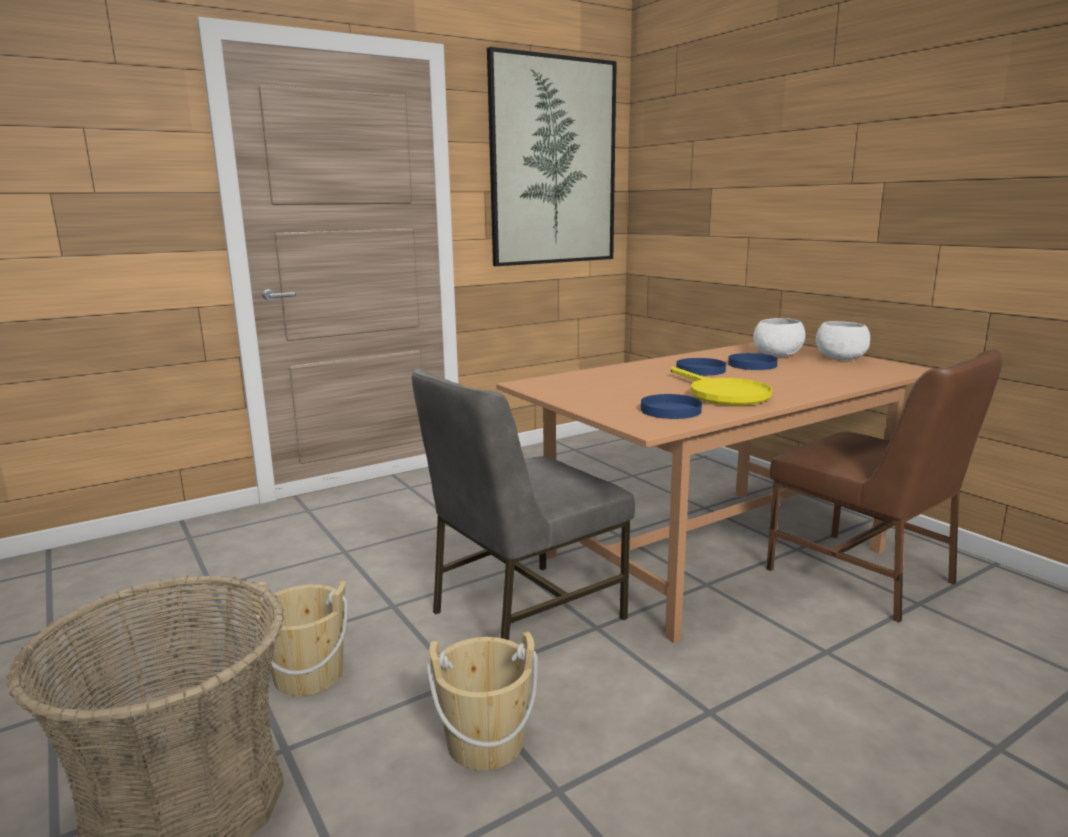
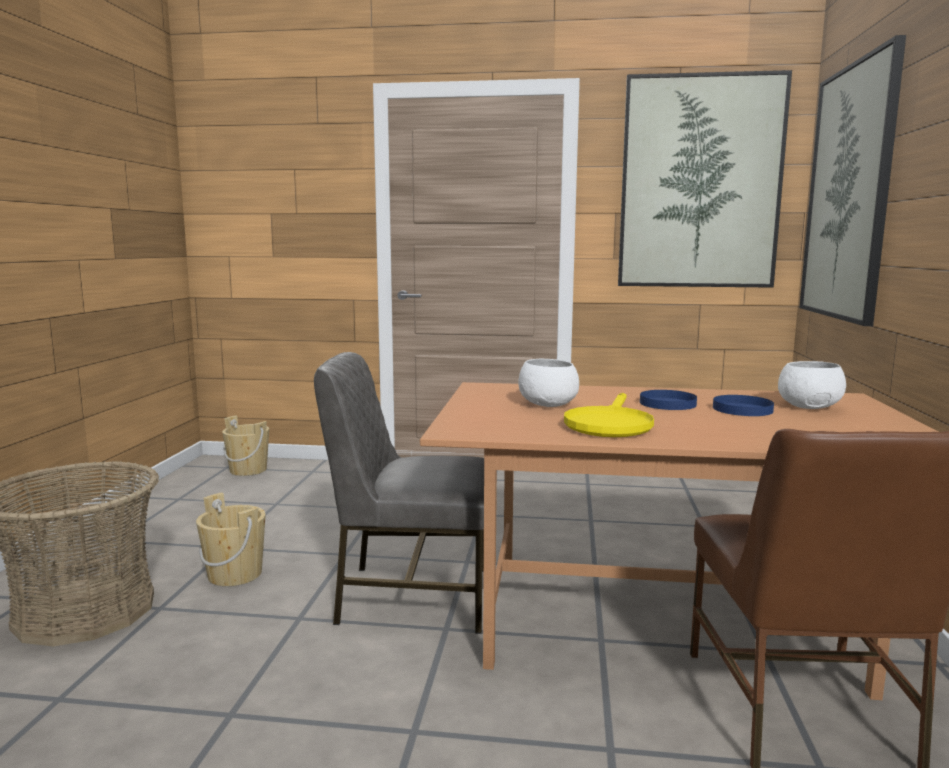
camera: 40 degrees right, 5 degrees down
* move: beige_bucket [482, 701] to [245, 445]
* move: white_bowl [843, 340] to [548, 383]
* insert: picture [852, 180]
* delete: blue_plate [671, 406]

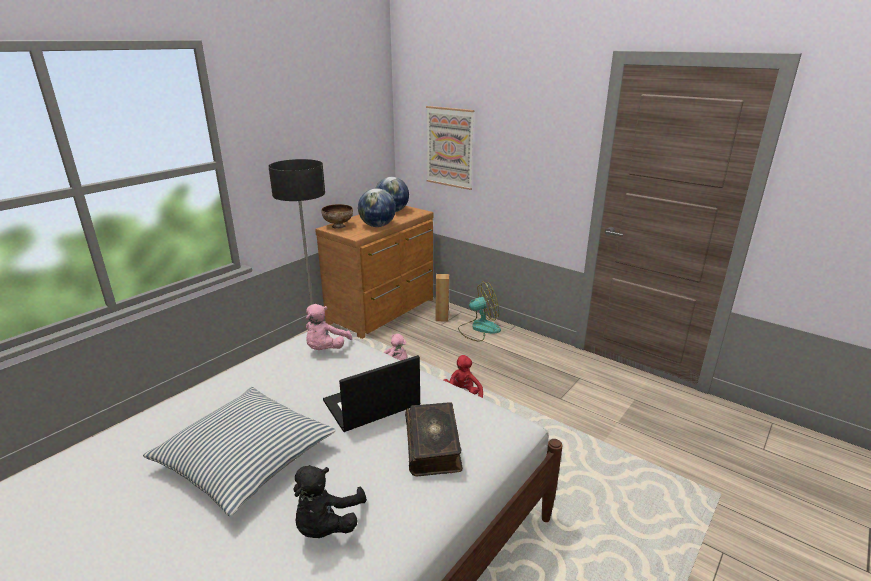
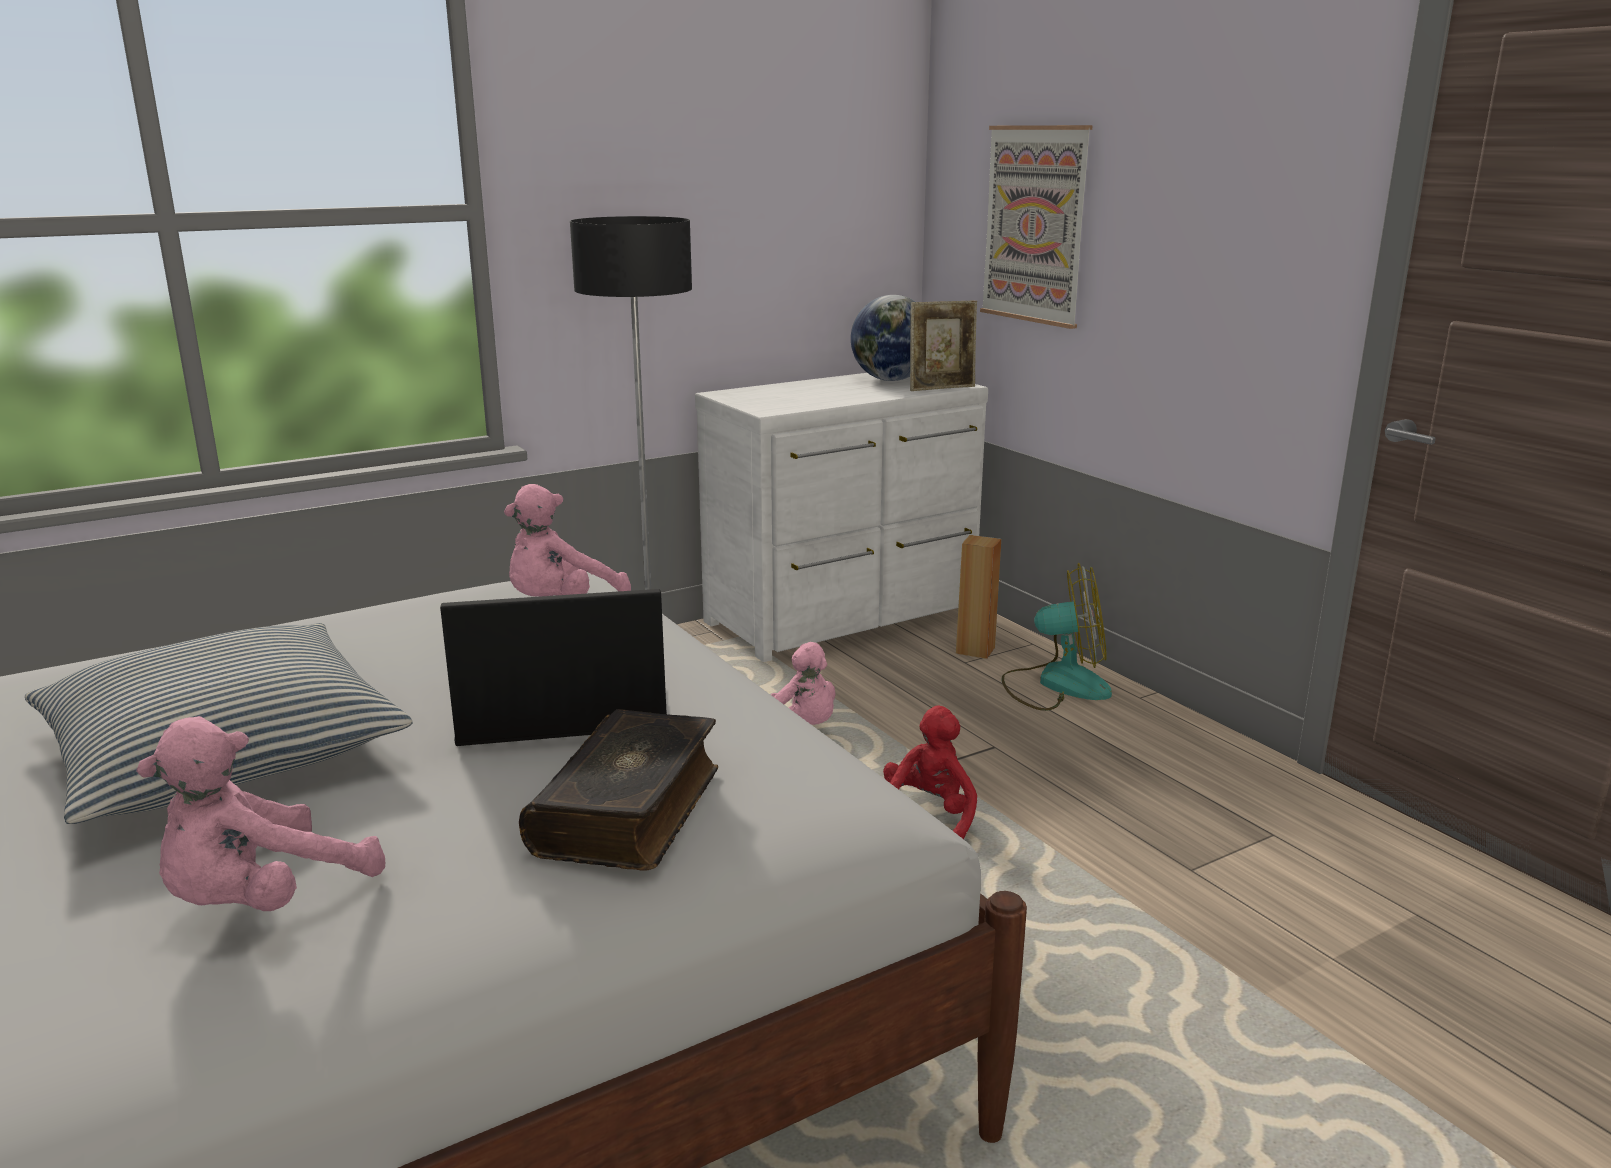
camera: 20 degrees right, 5 degrees down
* recolor: black_plush_toy [330, 501] to pink_plush_toy [260, 813]
* recolor: brown_dresser [374, 272] to white_dresser [841, 517]
* insert: picture_frame [943, 346]
* delete: bowl [337, 216]
* delete: globe [377, 207]

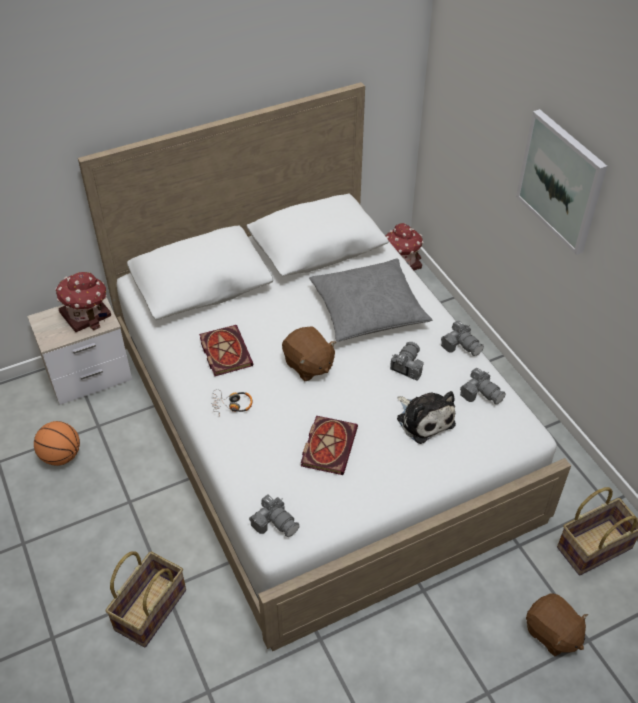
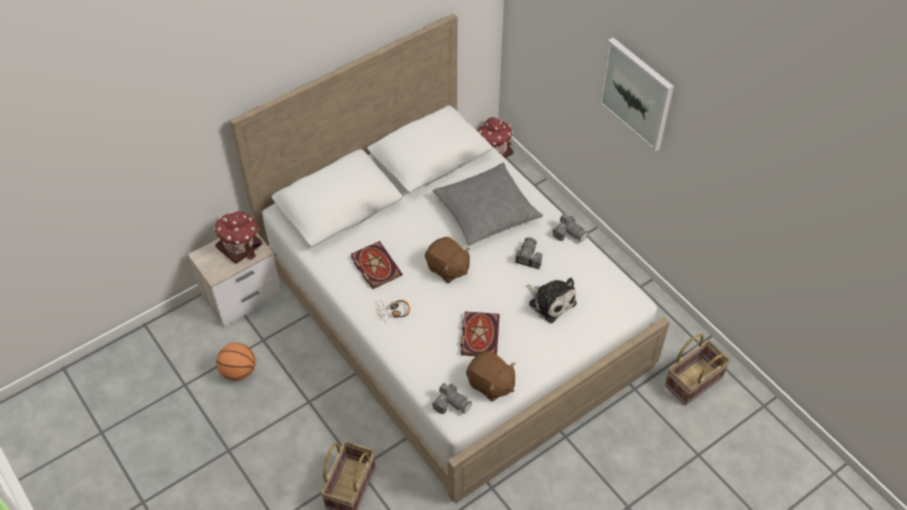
camera: 10 degrees left, 5 degrees up
* move: brown_plush_toy [557, 625] to [491, 376]
* delete: photo_camera [483, 385]

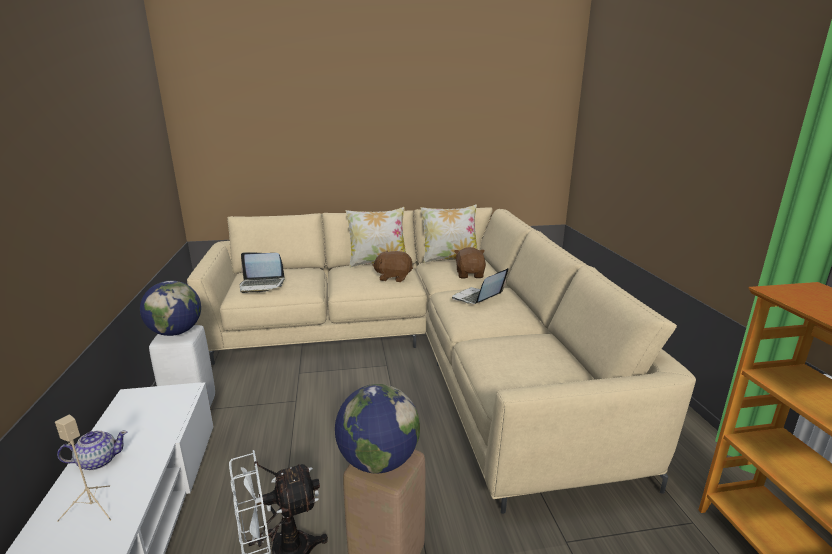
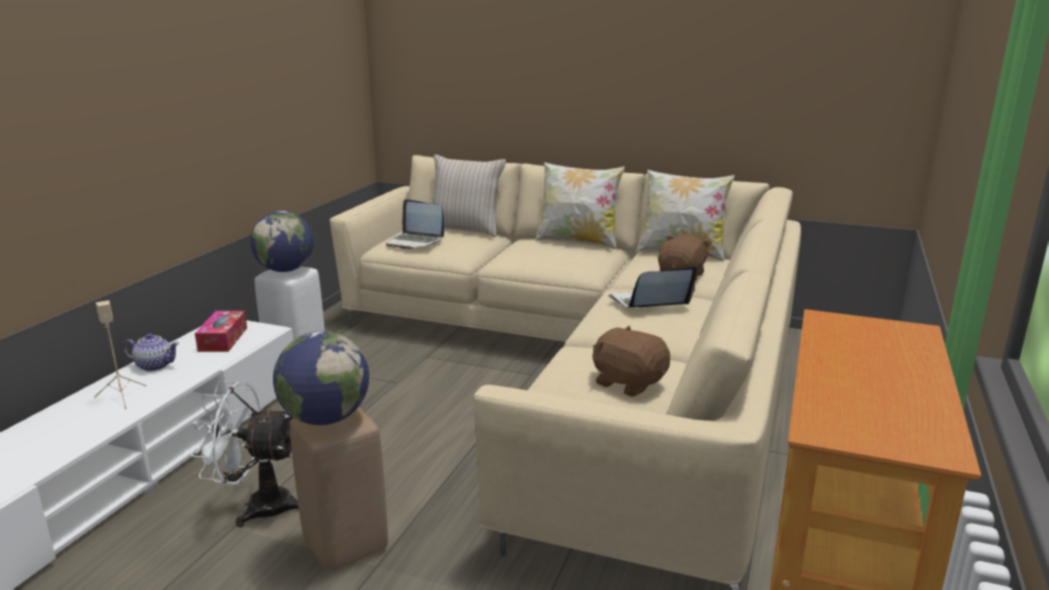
camera: 30 degrees right, 0 degrees up
* insert: tissue_box [221, 331]
* insert: beige_pillow [469, 195]
* move: brown_plush_toy [392, 266] to [631, 361]

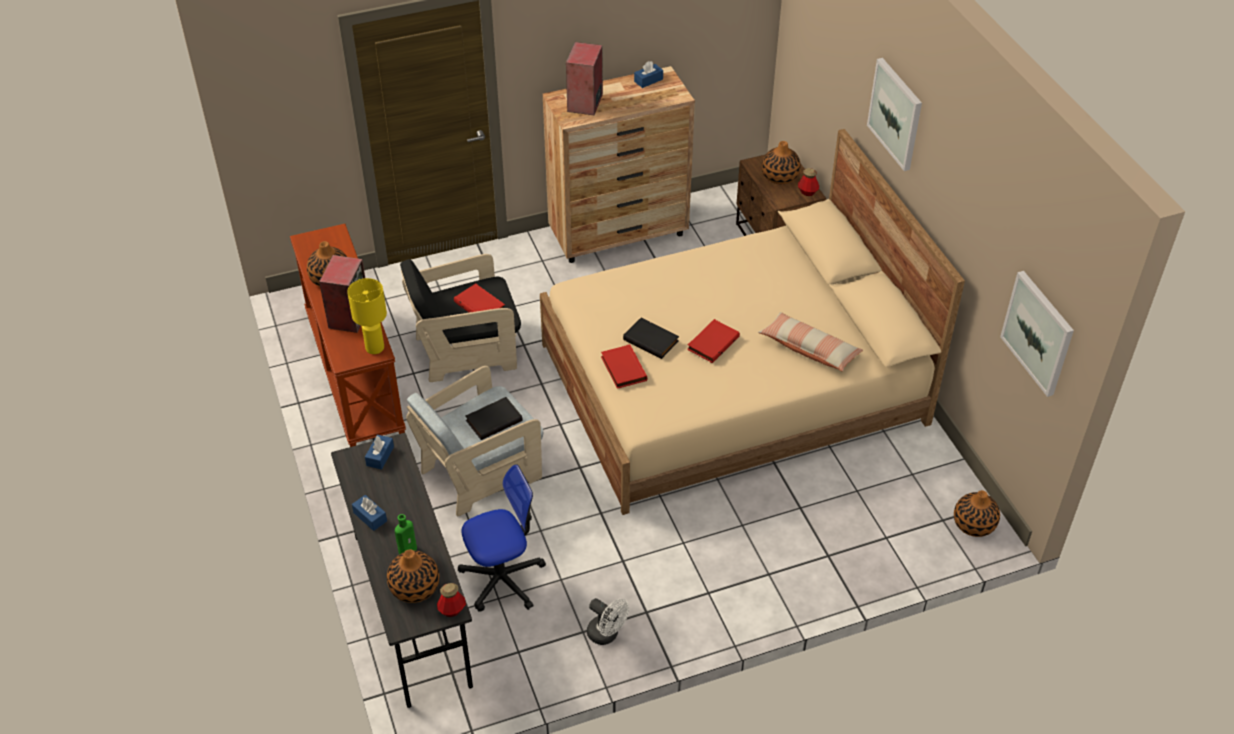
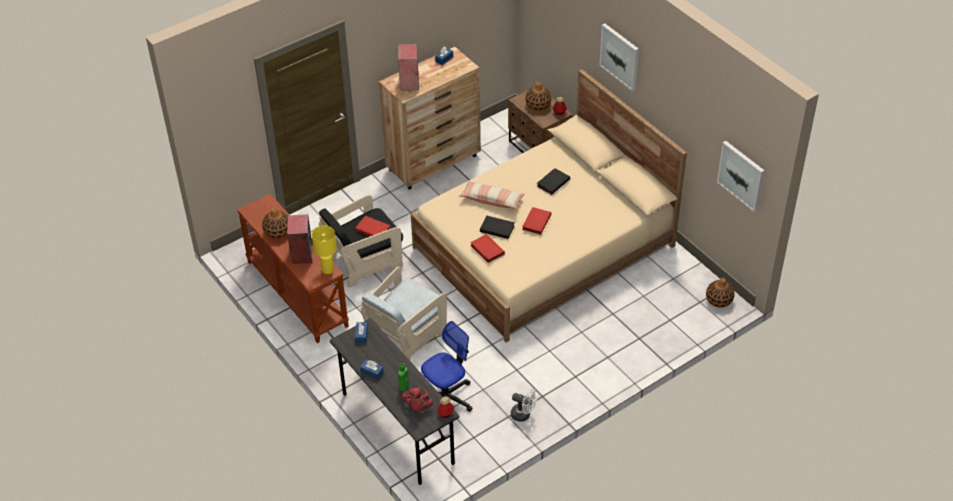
camera: 15 degrees left, 0 degrees up
* replace: vase [413, 576] to red_plush_toy [417, 399]
* move: pillow [810, 342] to [492, 195]
* move: black_book [494, 418] to [553, 181]

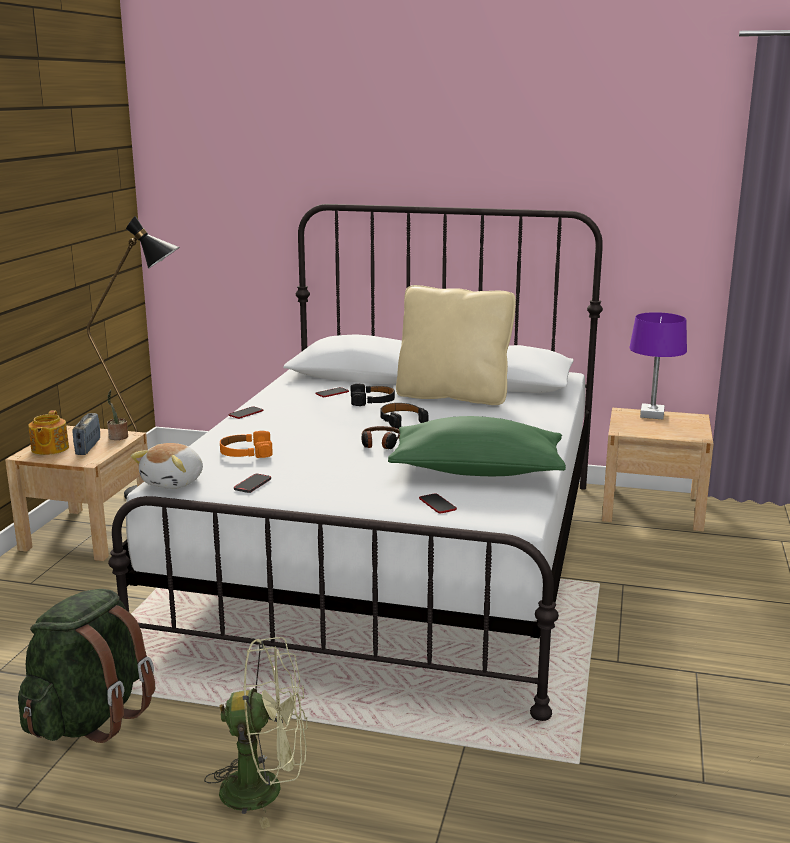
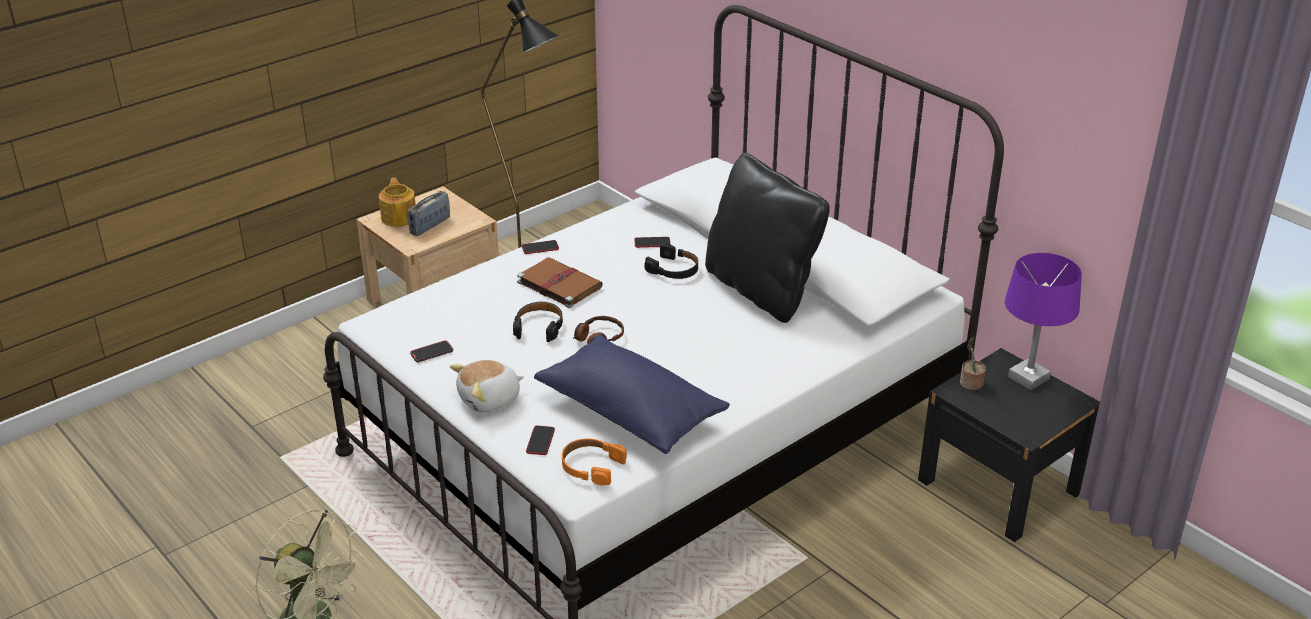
camera: 35 degrees right, 15 degrees up
* rotate: teapot [48, 433] = [397, 202] 135 degrees clockwise
* move: plush_toy [167, 466] to [487, 386]
* move: black_headphones [404, 416] to [538, 322]
* insert: brown_book [560, 282]
* recolor: green_pillow [477, 446] to blue_pillow [632, 394]
* move: orange_headphones [246, 444] to [594, 462]
* recolor: beige_pillow [456, 345] to black_pillow [767, 238]
* recolor: beige_nightstand [658, 469] to black_nightstand [1009, 445]
* move: potted_plant [117, 415] to [973, 363]
* delete: green_backpack [86, 666]

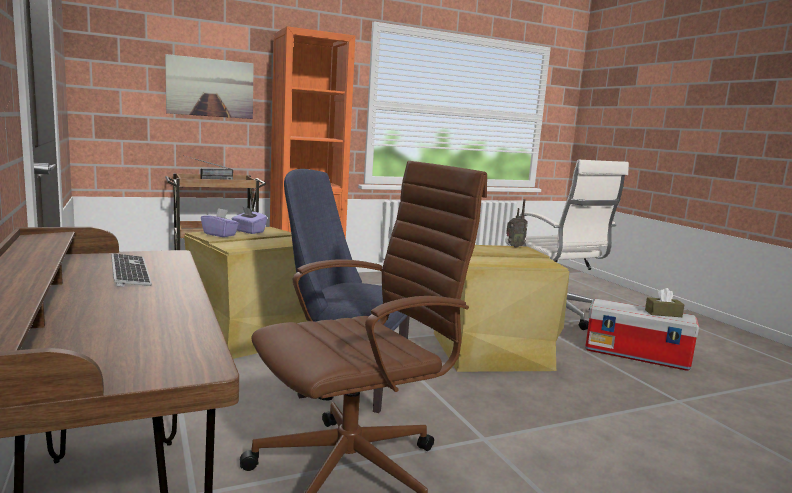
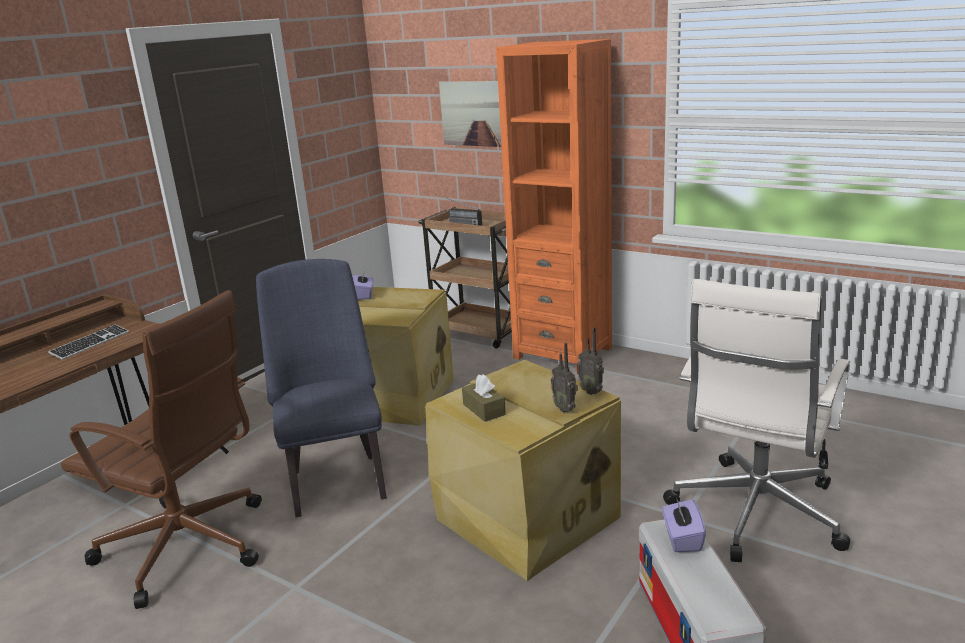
camera: 60 degrees right, 10 degrees up
* move: brown_tissue_box [664, 302] to [484, 398]
* insert: radio [564, 378]
* move: purple_tissue_box [249, 220] to [684, 524]

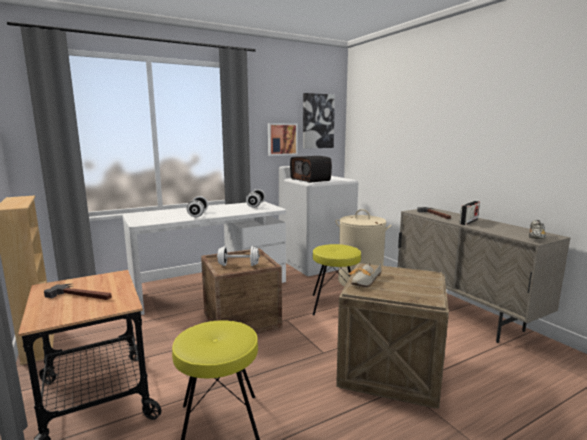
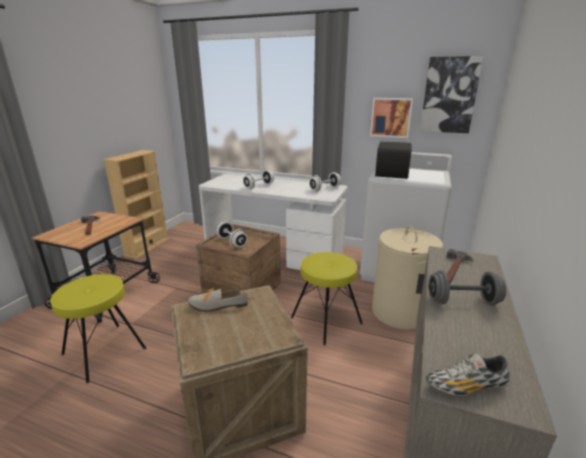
camera: 50 degrees right, 10 degrees up
* replace: radio [469, 213] to grey_dumbbell [467, 288]

